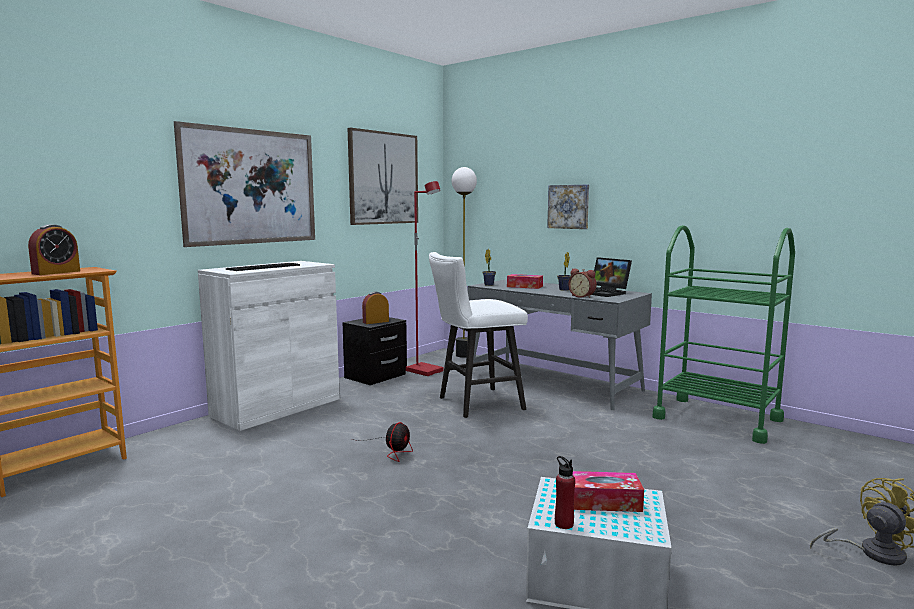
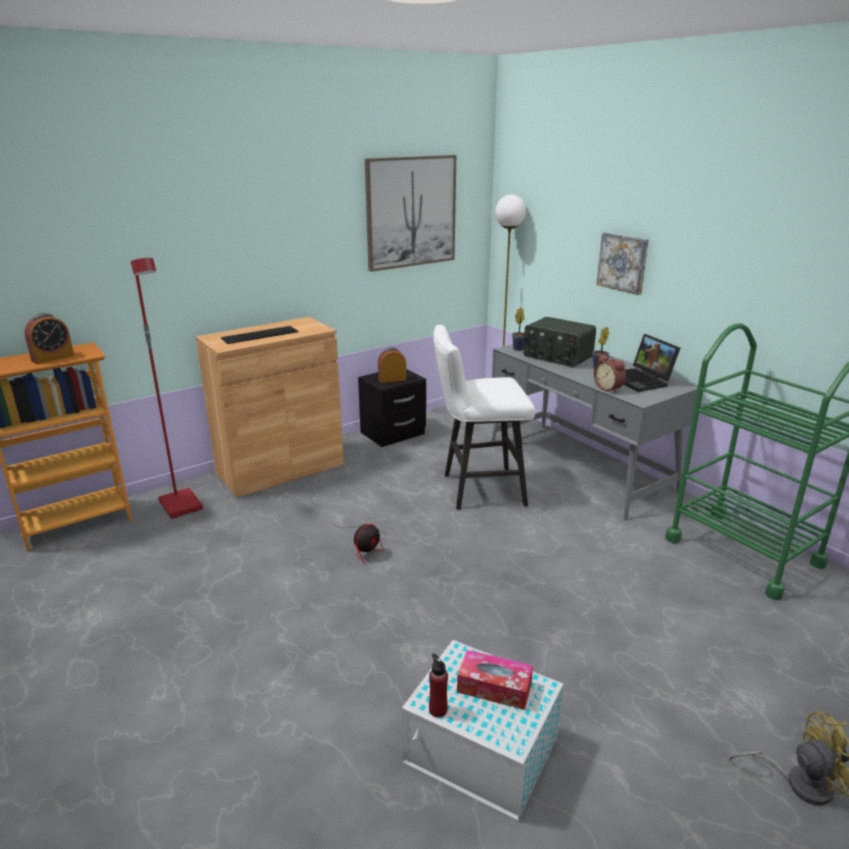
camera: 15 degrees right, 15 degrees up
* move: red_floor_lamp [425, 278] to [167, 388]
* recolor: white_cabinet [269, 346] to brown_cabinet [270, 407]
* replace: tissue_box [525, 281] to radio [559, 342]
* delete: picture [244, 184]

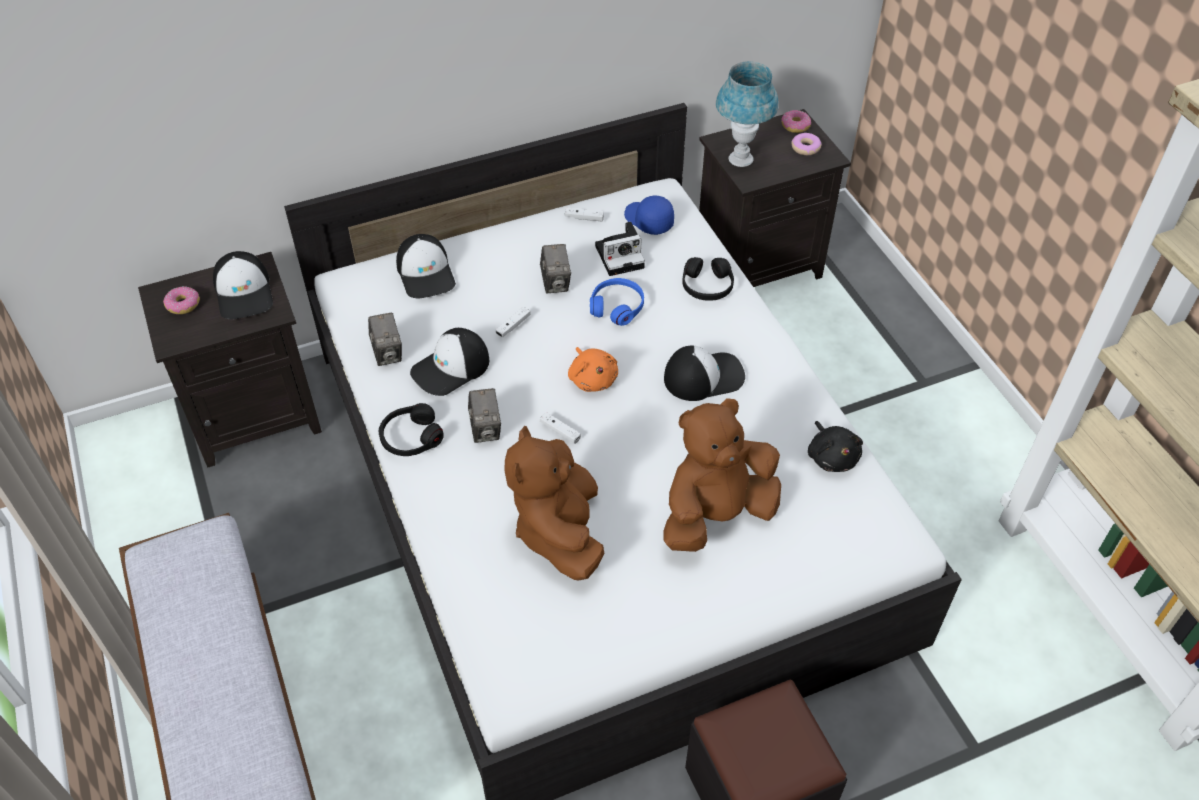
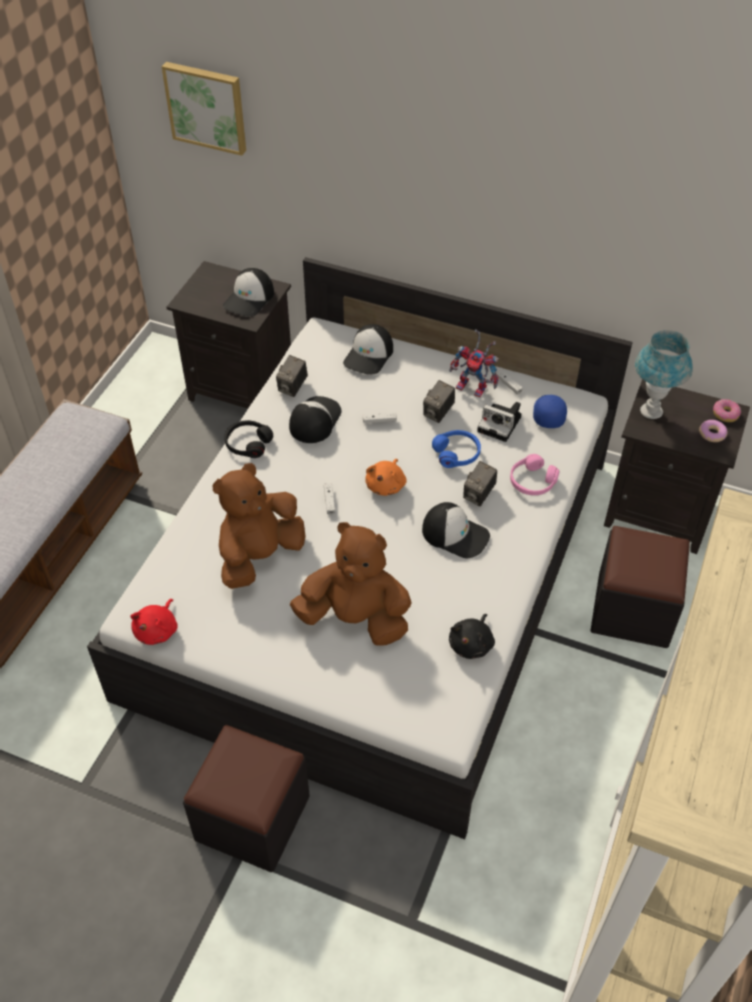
camera: 45 degrees right, 0 degrees up
* insert: red_plush_toy [154, 622]
* insert: picture [203, 109]
* rotate: cap [449, 362] = [315, 419] 105 degrees clockwise
* insert: toy_robot [474, 363]
* move: photo_camera [484, 415] to [480, 483]
* recolor: black_headphones [708, 279] to pink_headphones [534, 474]
* insert: black_ottoman [640, 587]
* delete: donut [181, 300]

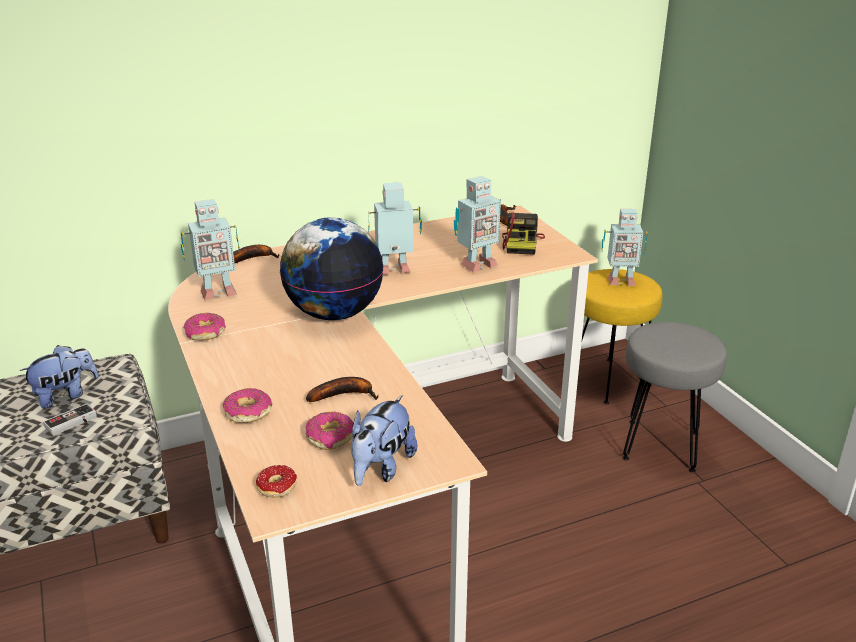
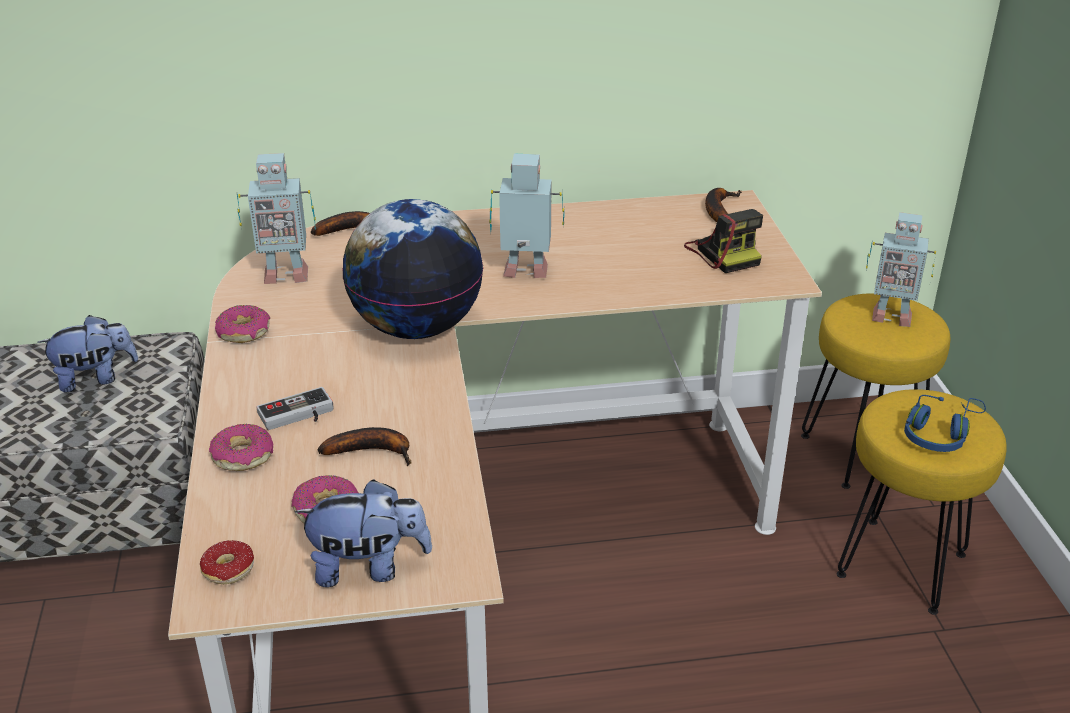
camera: 15 degrees right, 5 degrees up
* move: game_controller [70, 419] to [295, 408]
* rotate: plush_toy [384, 440] = [363, 533] 135 degrees counterclockwise
* rotate: photo_camera [523, 233] = [723, 241] 45 degrees counterclockwise
* recolor: grey_stool [674, 397] to yellow_stool [922, 502]
* insert: blue_headphones [945, 423]
* delete: toy_robot [477, 224]

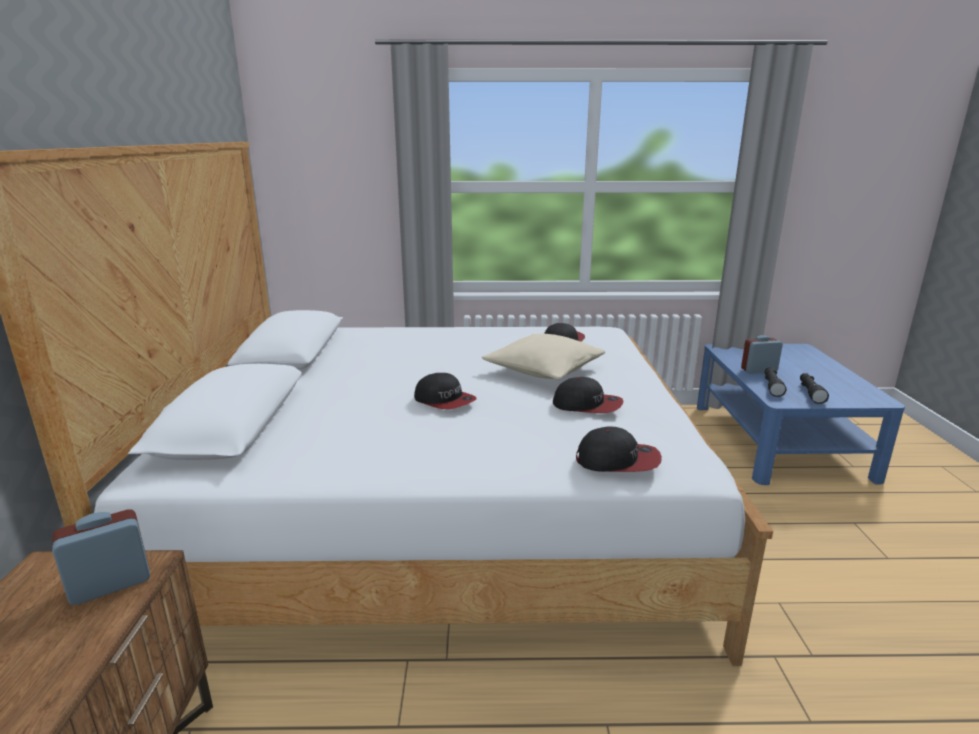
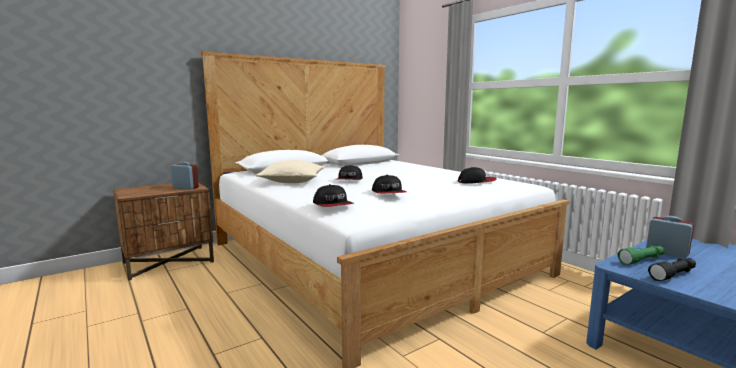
camera: 55 degrees right, 10 degrees down
* move: beige_pillow [543, 356] to [290, 171]
* recolor: black_flashlight [775, 382] to green_flashlight [641, 255]

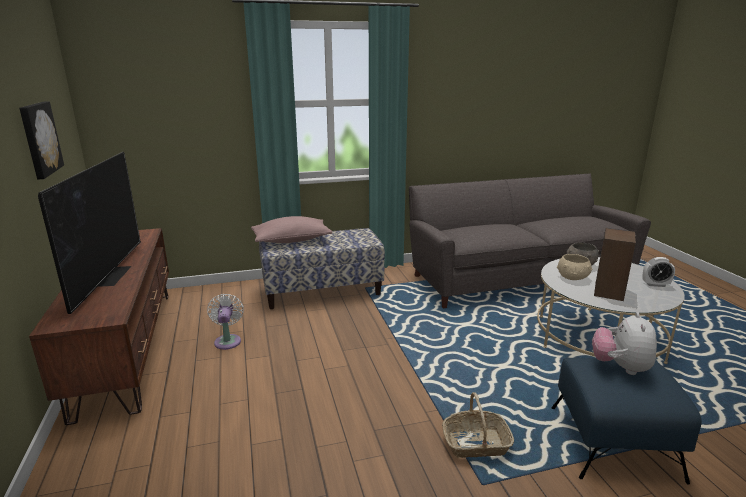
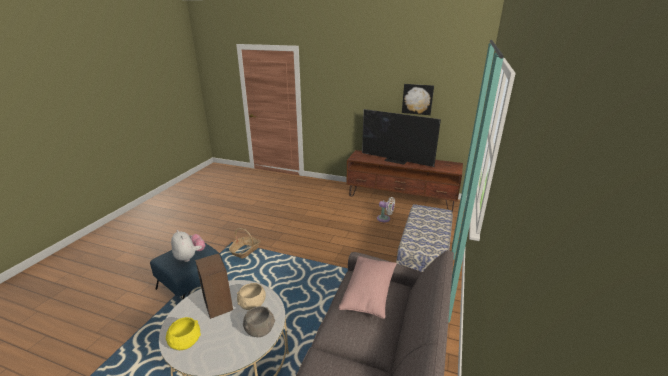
camera: 125 degrees right, 5 degrees up
* replace: alarm_clock [659, 272] to yellow_bowl [183, 333]
* move: pink_pillow [291, 229] to [368, 287]

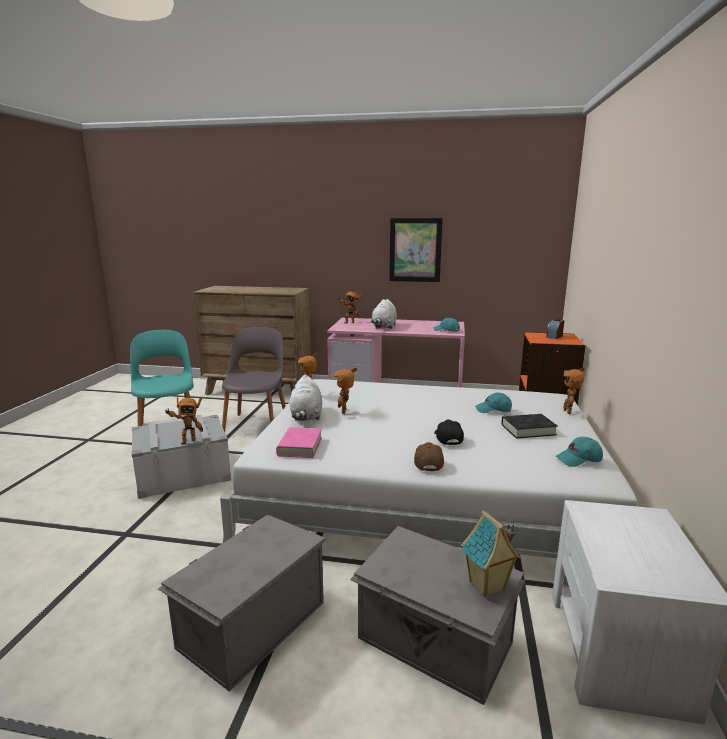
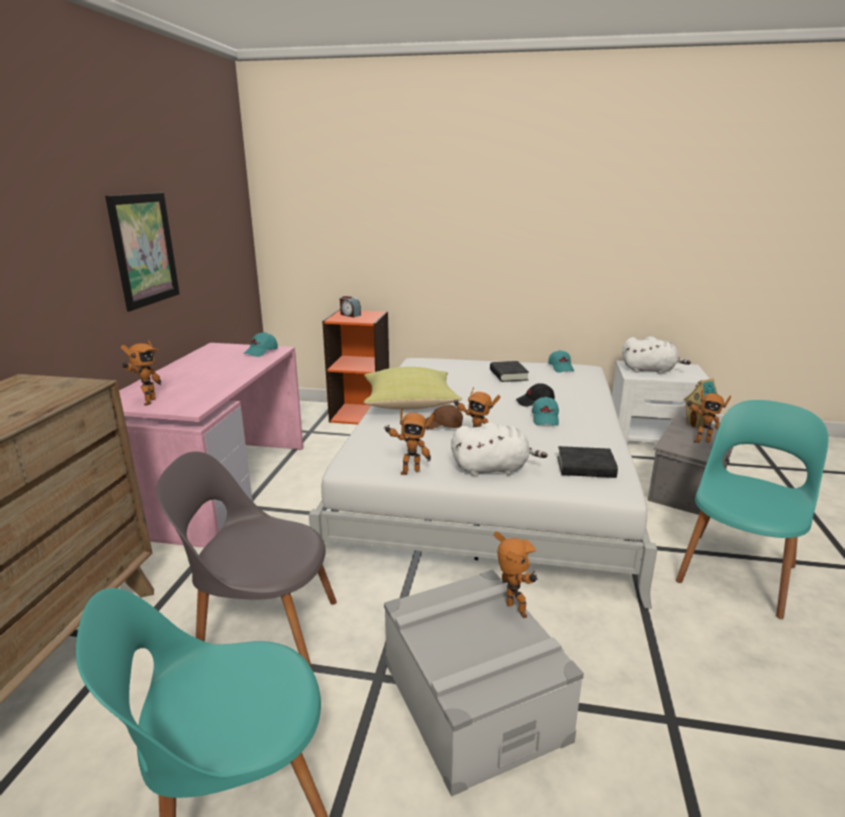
camera: 90 degrees left, 5 degrees up
* insert: yellow_pillow [413, 388]
* move: brown_cap [429, 457] to [444, 417]
* move: turquoise_cap [493, 402] to [545, 411]
* recolor: pink_book [299, 442] to black_book [587, 462]
* move: white_plush_toy [384, 314] to [656, 355]
* replace: grey_storage_box [241, 603] to turquoise_chair [752, 509]
* move: toy_robot [574, 390] to [709, 416]

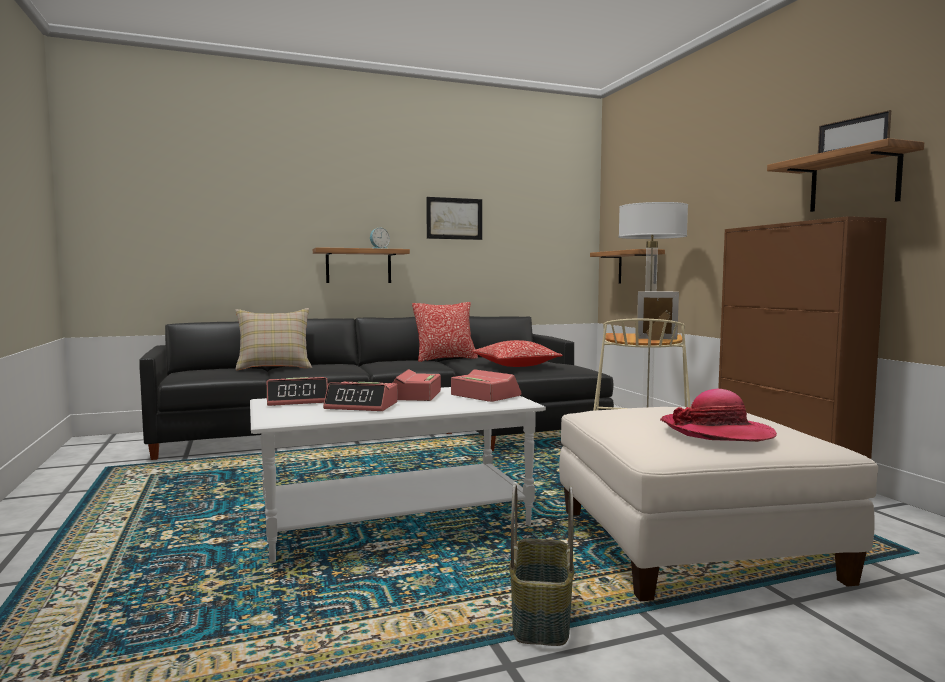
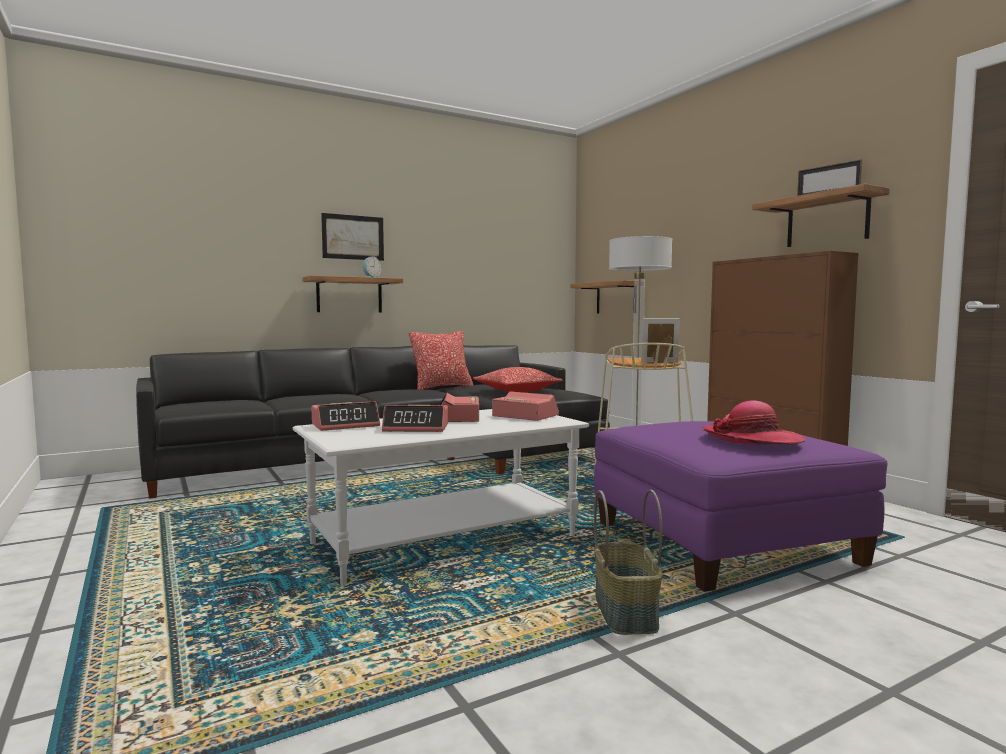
camera: 10 degrees left, 0 degrees up
* move: picture [454, 218] to [352, 237]
* recolor: white_ottoman [718, 504] to purple_ottoman [740, 506]
* delete: beige_pillow [273, 339]

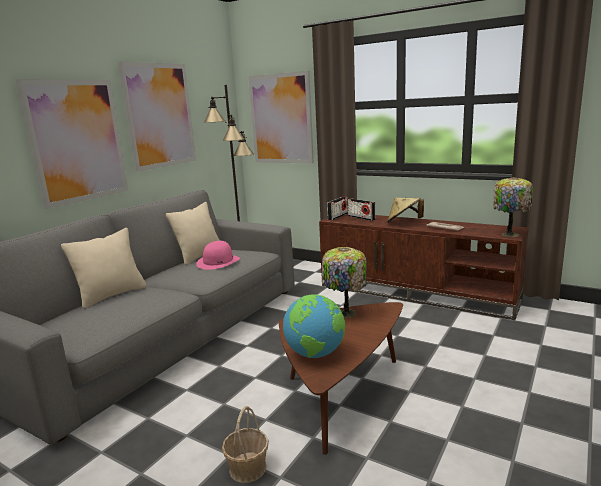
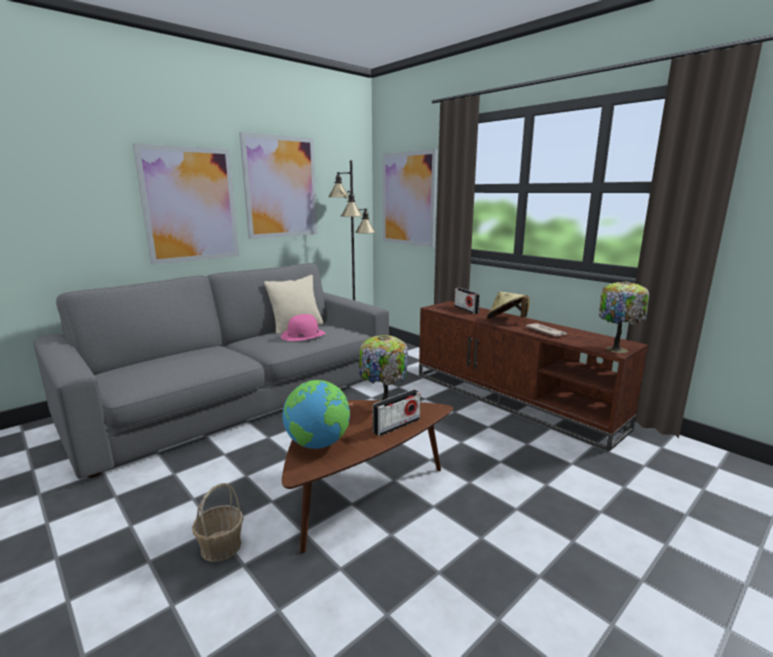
camera: 15 degrees right, 0 degrees up
* move: radio [337, 208] to [397, 412]
* delete: beige_pillow [103, 268]

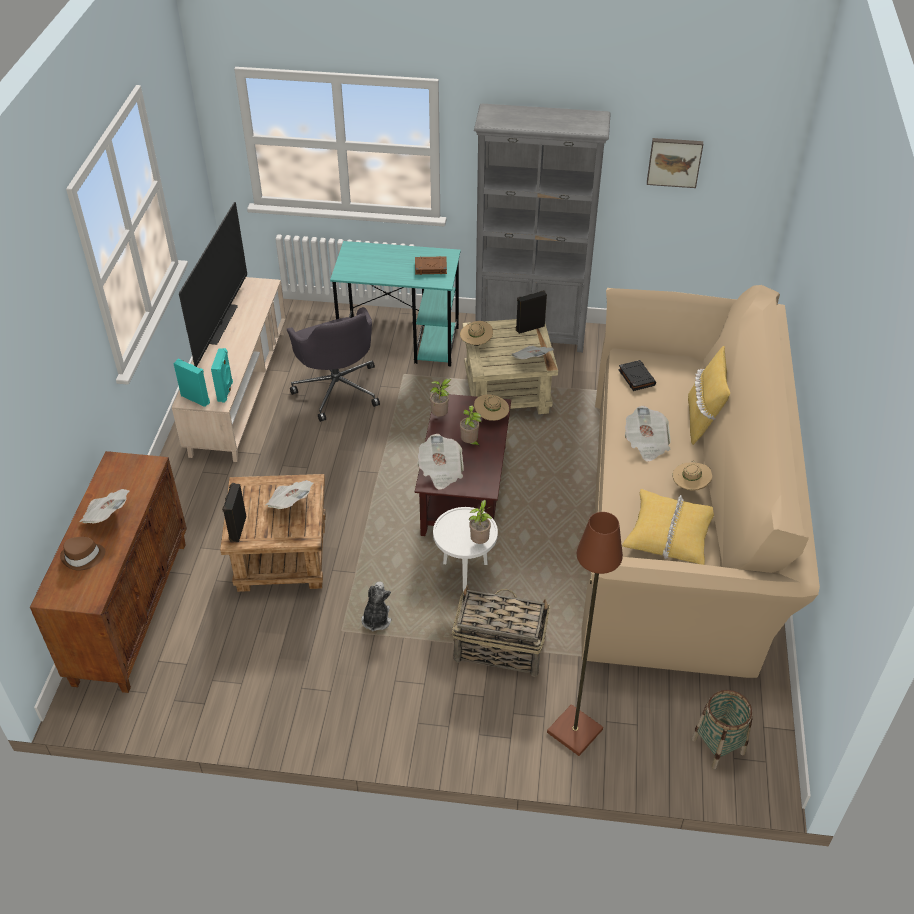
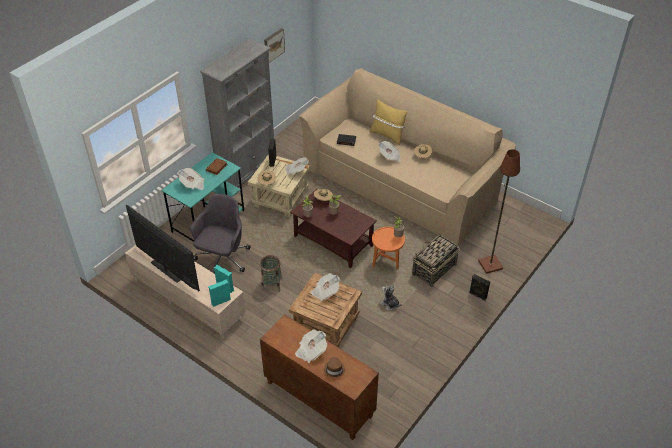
camera: 60 degrees left, 0 degrees up
* move: newspaper [440, 462] to [191, 179]
* rotate: grey_office_chair [333, 364] = [220, 234] 75 degrees counterclockwise
* move: basket [722, 729] to [271, 273]
* recolor: white_side_table [465, 549] to orange_side_table [388, 248]
* move: black_speaker [234, 512] to [479, 287]
* delete: yellow_pillow [668, 527]

